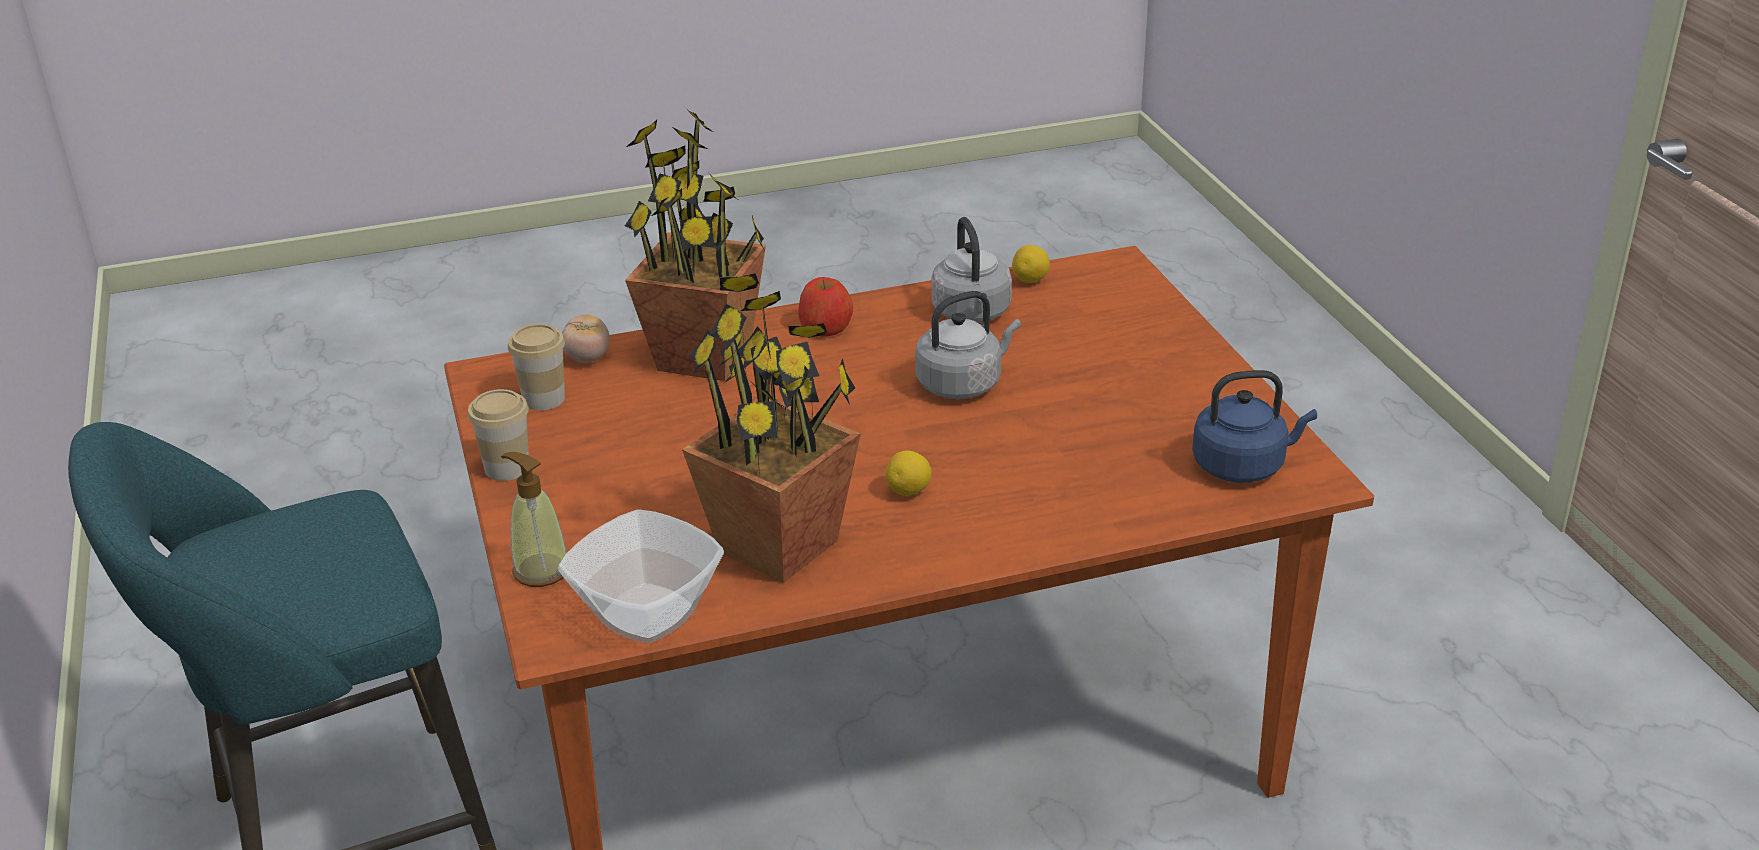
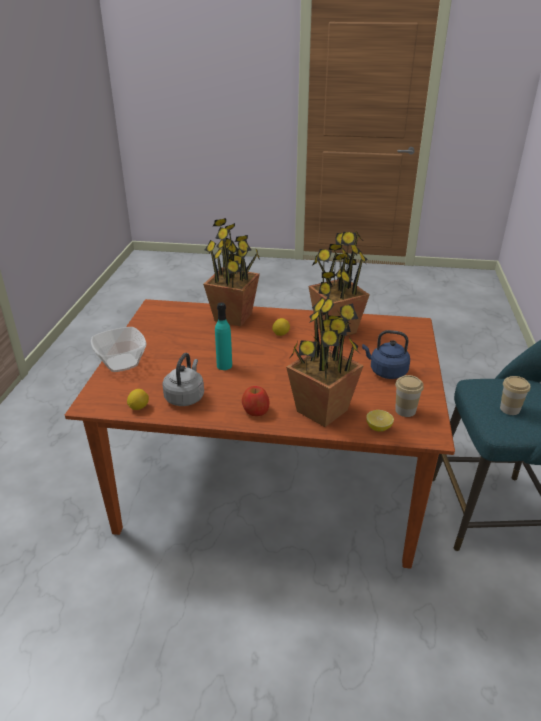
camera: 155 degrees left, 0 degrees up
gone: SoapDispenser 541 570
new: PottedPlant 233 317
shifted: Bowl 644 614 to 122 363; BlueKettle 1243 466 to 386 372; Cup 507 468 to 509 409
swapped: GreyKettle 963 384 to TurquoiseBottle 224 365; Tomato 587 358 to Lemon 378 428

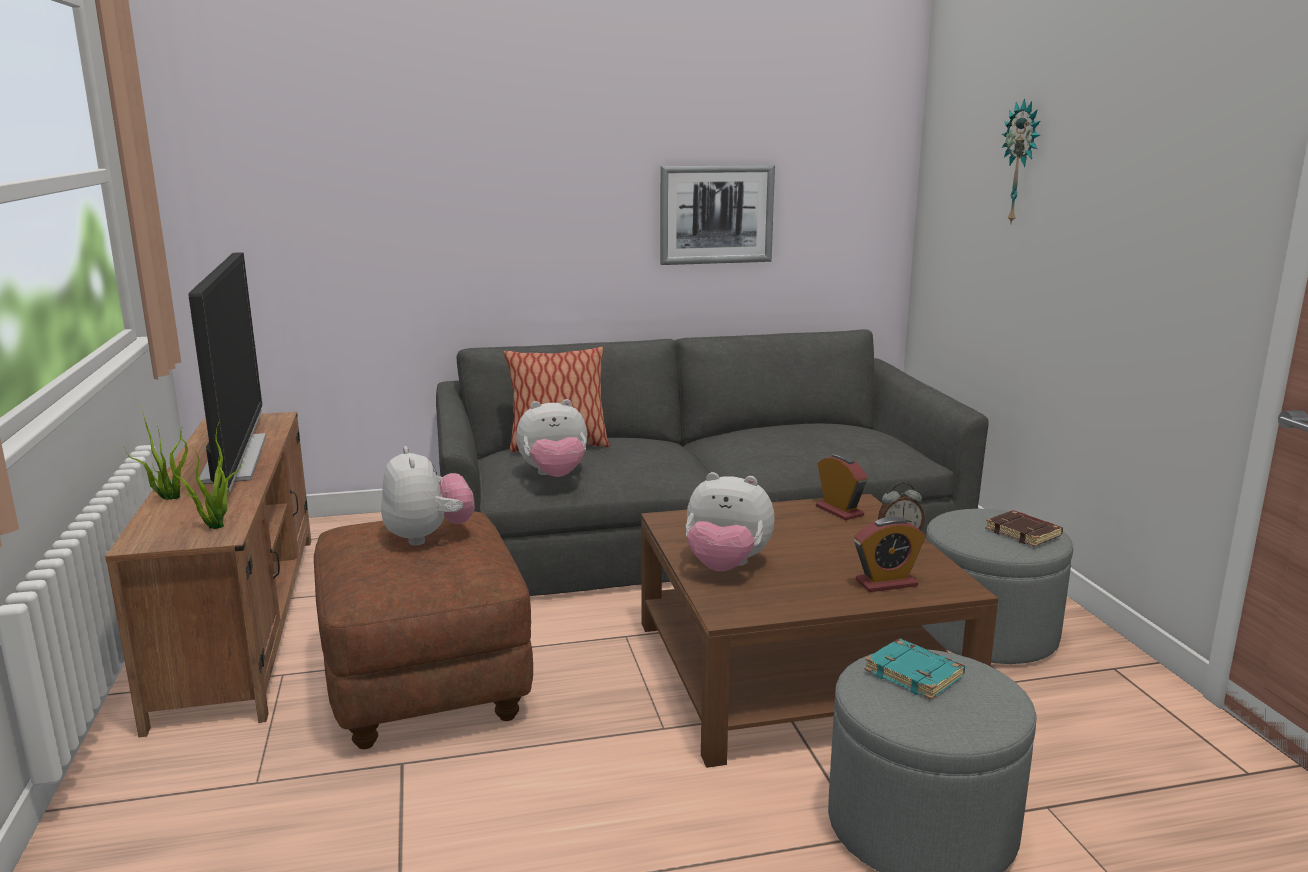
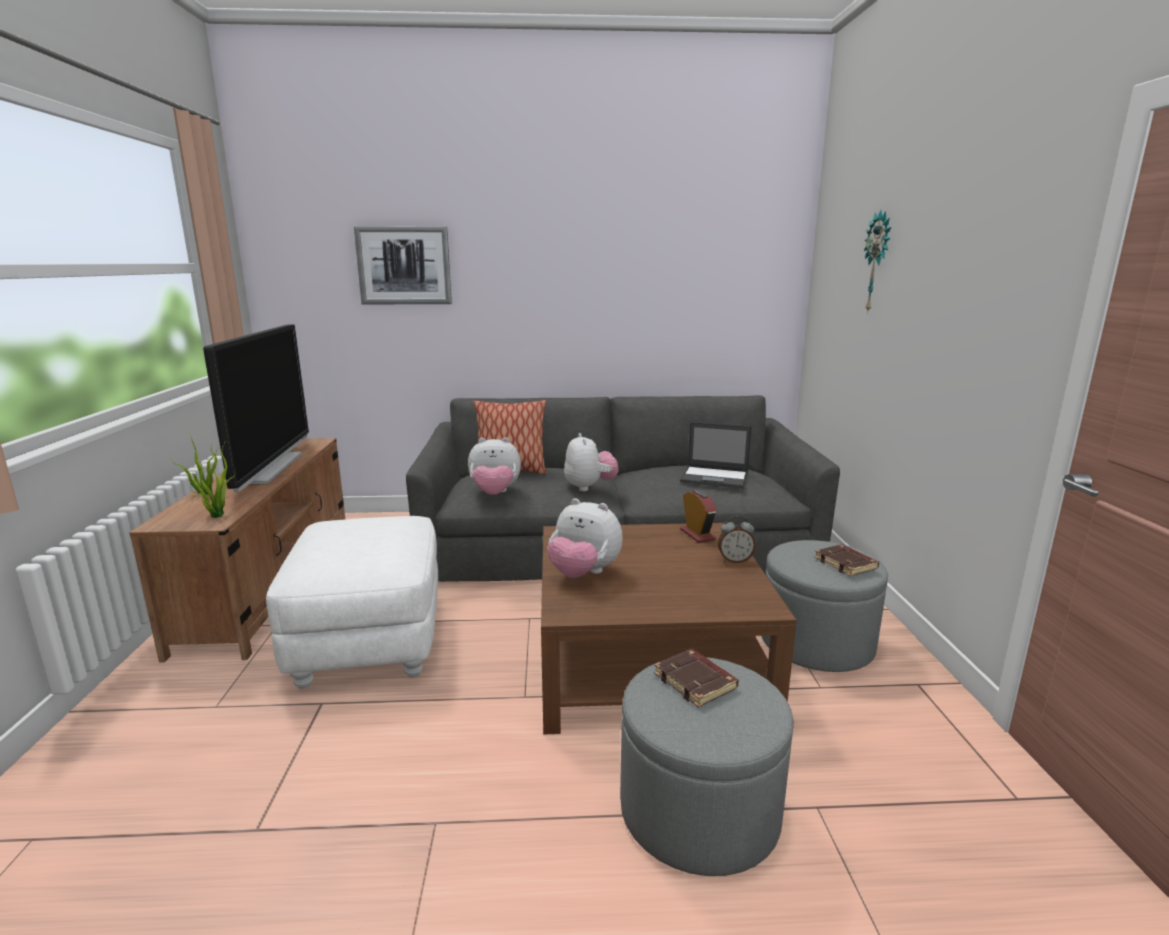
camera: 10 degrees right, 0 degrees up
gone: AlarmClock 886 583
new: Laptop 715 478
shifted: Picture 716 214 to 404 266; PlushToy 428 537 to 589 487
repainted: BrownOttoman 425 683 to WhiteOttoman 369 641; TurquoiseBook 915 674 to BrownBook 696 682

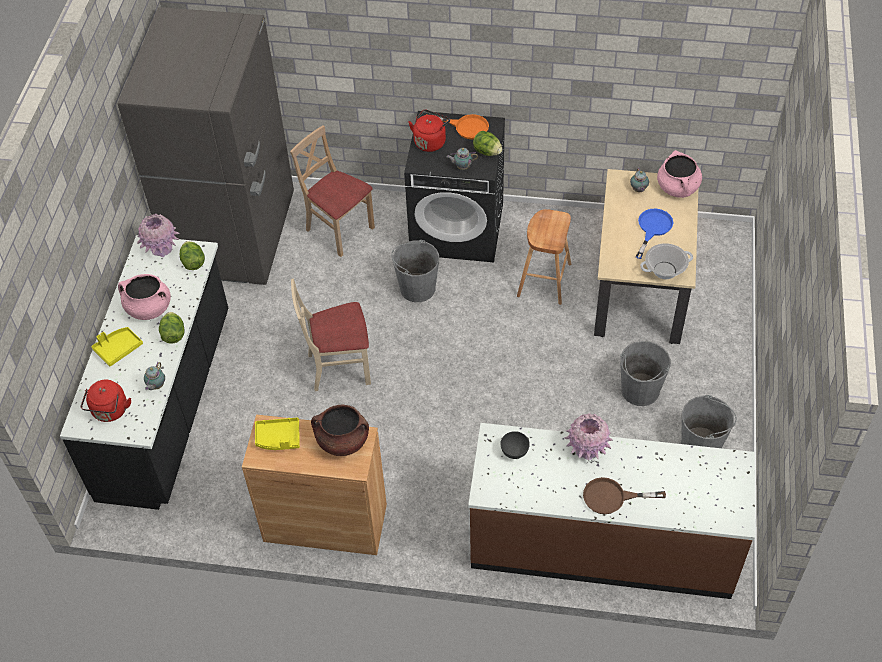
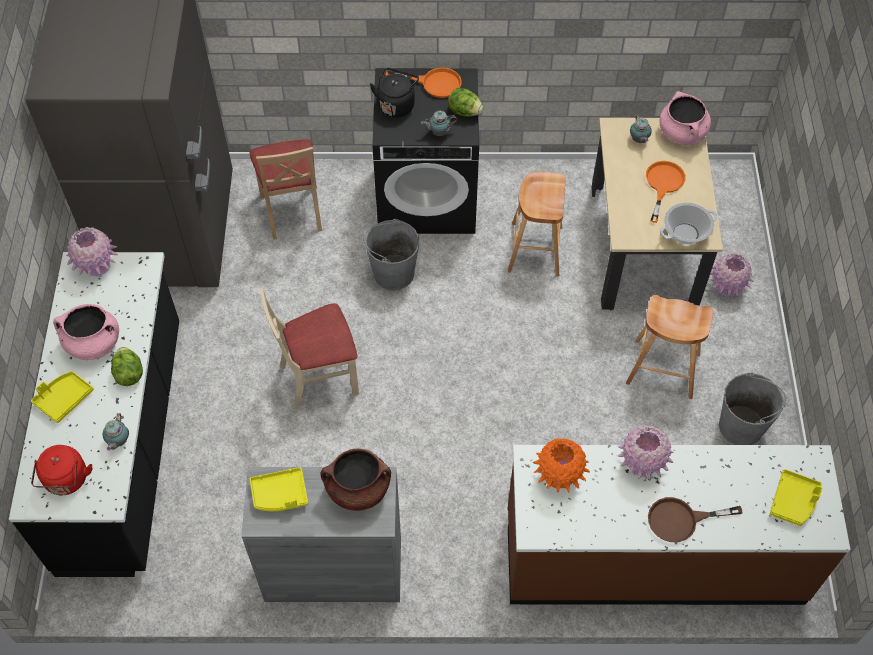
camera: 10 degrees left, 5 degrees up
gone: Lettuce 193 262
new: PinkVase 726 287; YellowTray 794 501
swapped: GreyBowl 514 452 to OrangeVase 559 476; GreyBucket 640 390 to BrownStool 663 369
repainted: BrownCabinet 325 523 to GreyCabinet 333 569; RedKettle 430 141 to BlackKettle 396 104; BlueFryingPan 652 228 to OrangeFryingPan 663 185
rotated: BeigeChair 339 230 = 292 211 135 degrees counterclockwise

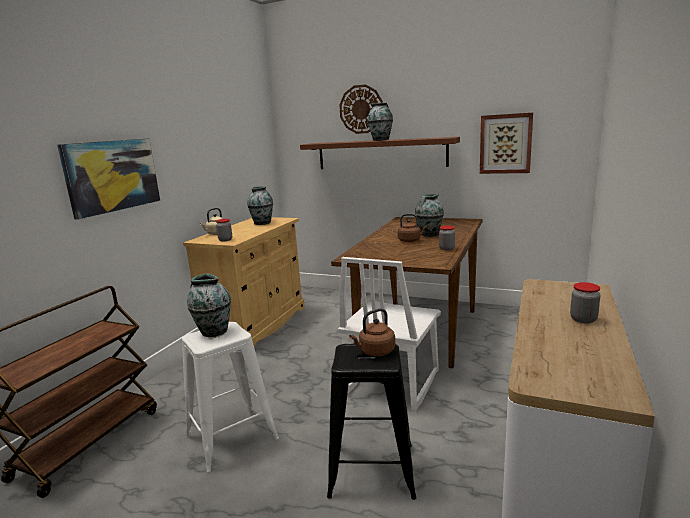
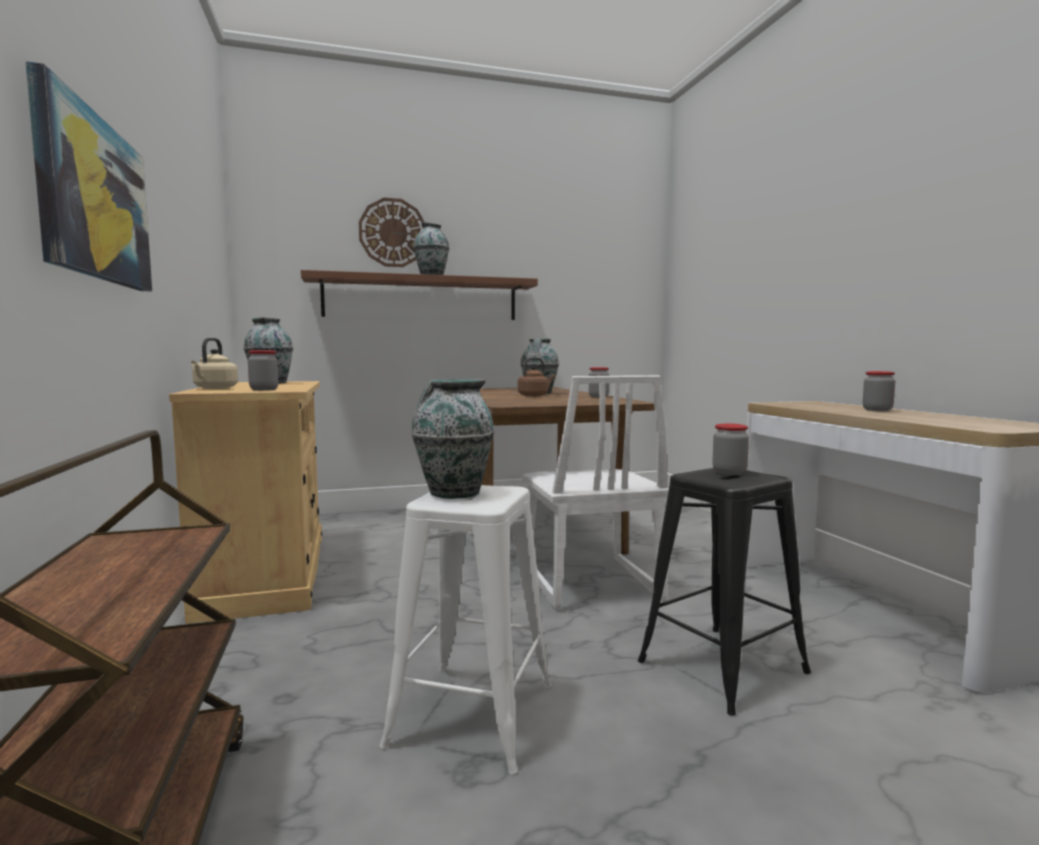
camera: 40 degrees left, 10 degrees down
gone: Picture 505 144
swapped: BrownKettle 375 352 to Jar 729 472

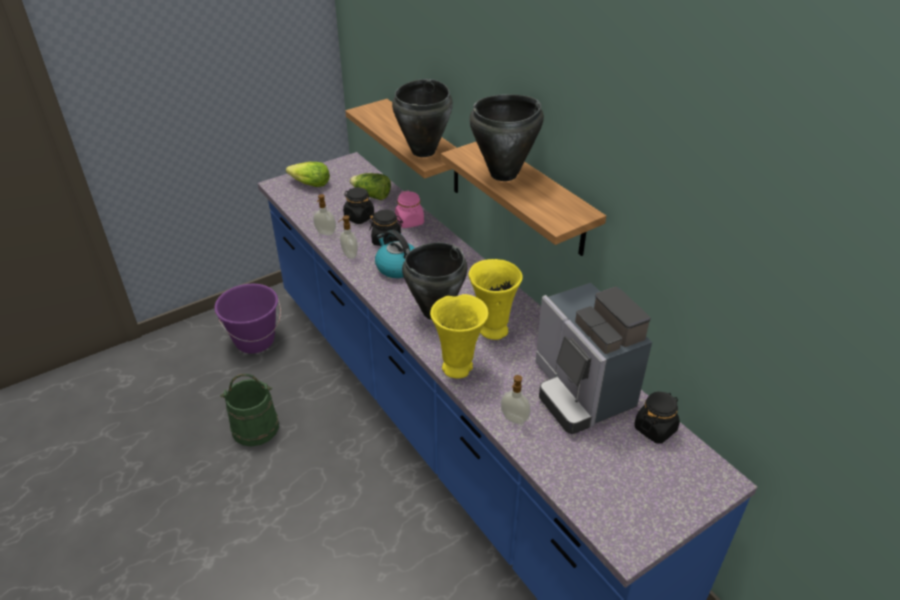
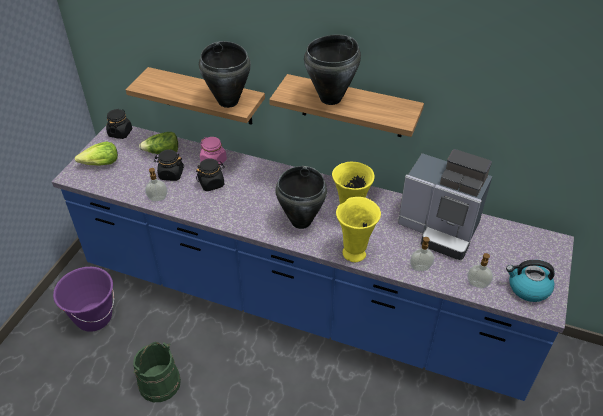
camera: 35 degrees left, 5 degrees up
shifted: BlackJar 655 429 to 120 133; SoapDispenser 349 255 to 477 285; Kettle 396 267 to 528 288

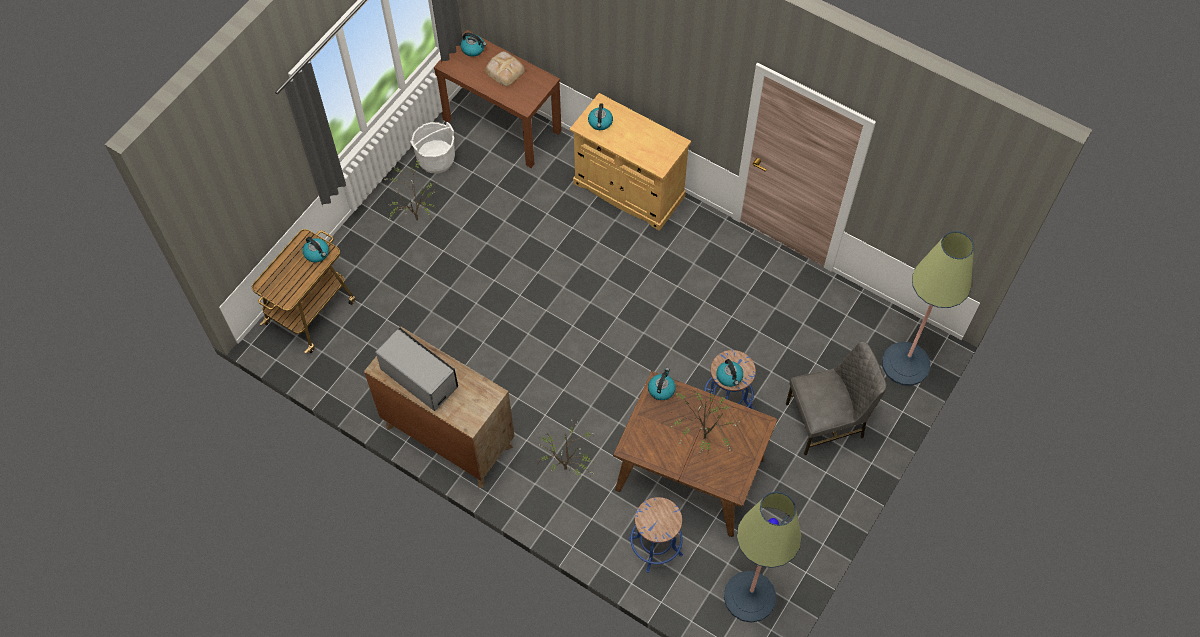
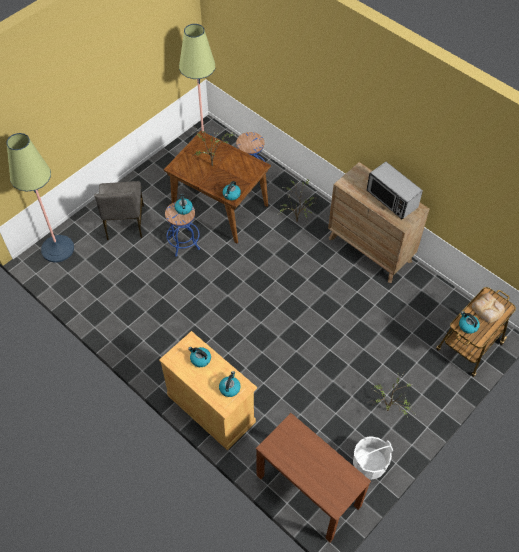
camera: 170 degrees left, 5 degrees down
shifted: Kettle 473 49 to 200 359; Bread 504 70 to 488 309
rotated: GreyChair 826 421 = 124 223 90 degrees counterclockwise

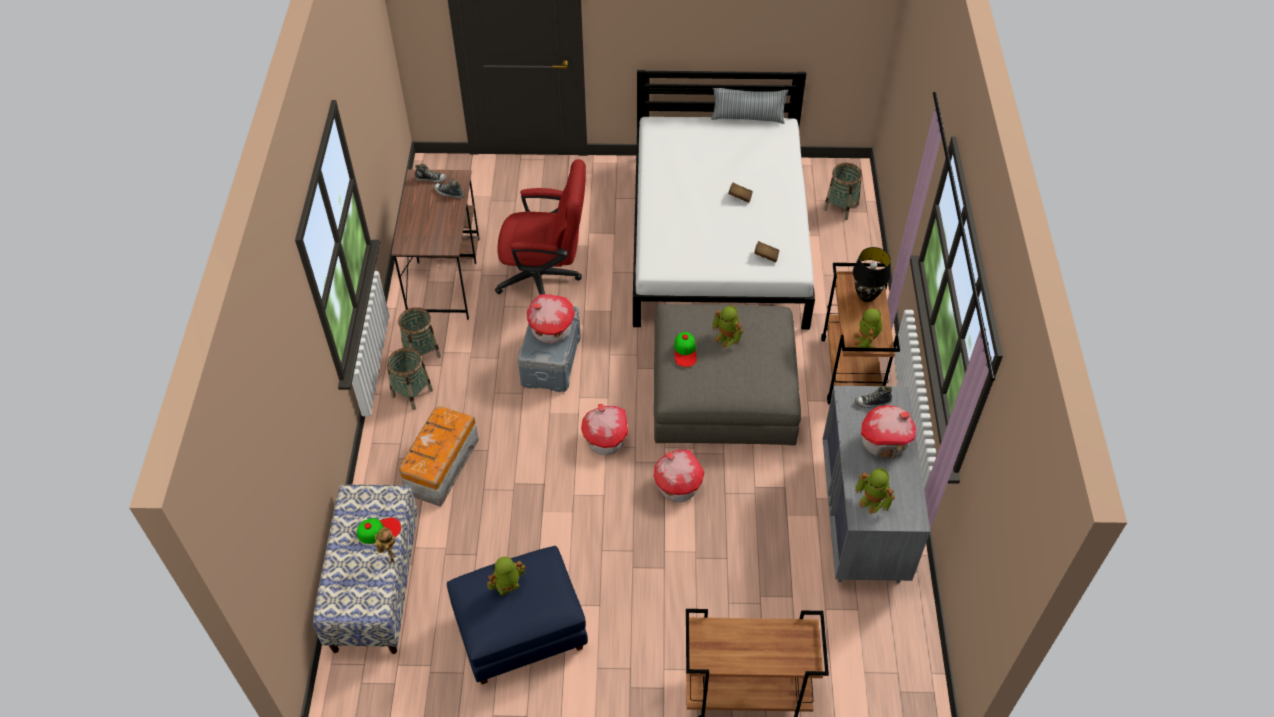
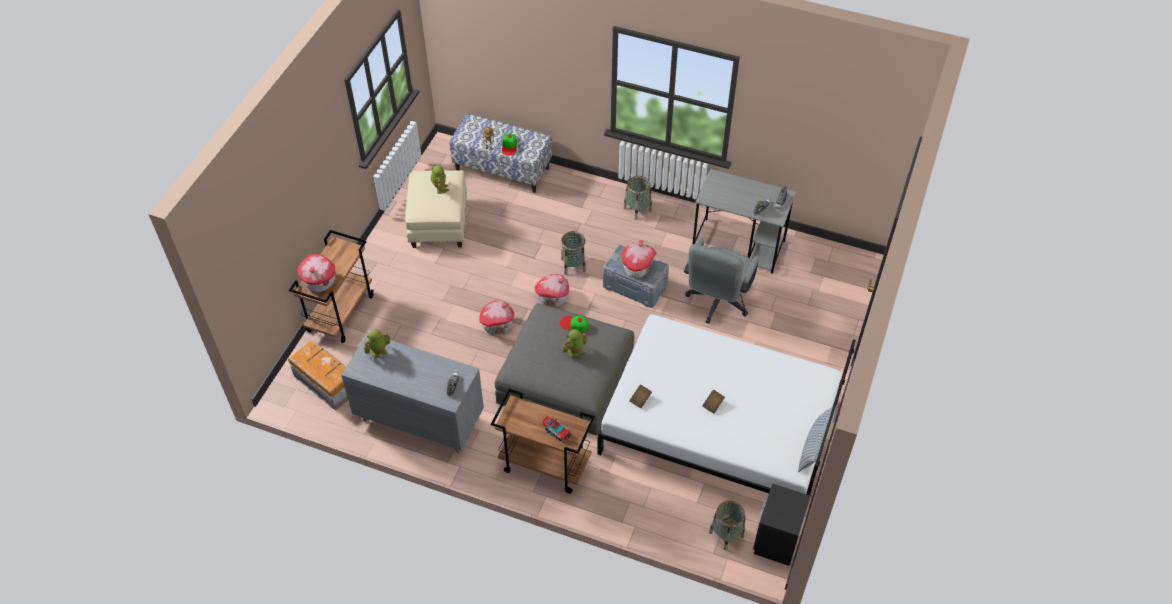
camera: 110 degrees right, 0 degrees up
gone: ToyRobot 866 341
new: BlackNightstand 777 540
shifted: StorageBox 440 467 to 325 383; ToyHouse 884 442 to 320 281; Basket 422 352 to 573 265
swapped: BlackTableLamp 866 296 to ToyTruck 556 431
repainted: BlueOttoman 520 633 to BeigeOttoman 438 223; RedOfficeChair 546 277 to GreyOfficeChair 716 303; BrownDesk 444 276 to GreyDesk 739 246

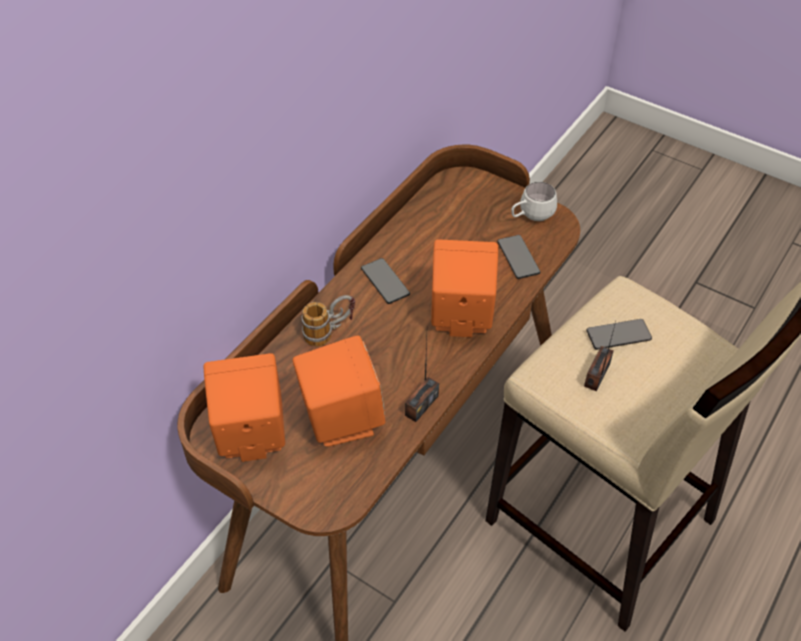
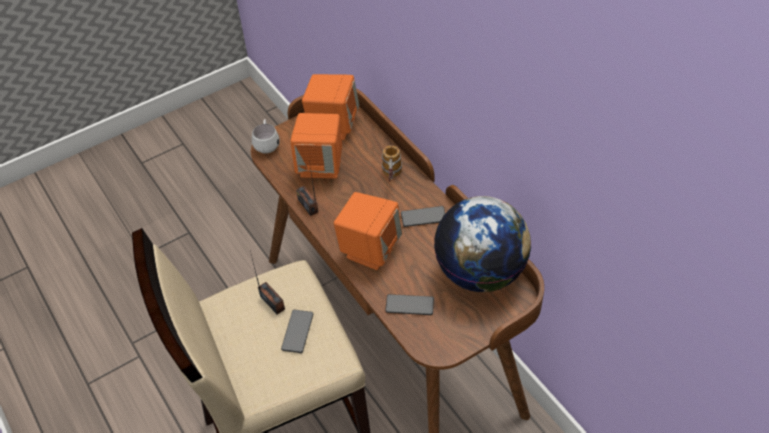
camera: 115 degrees right, 0 degrees up
new: Globe 480 272
shifted: WhiteMug 531 216 to 267 144

